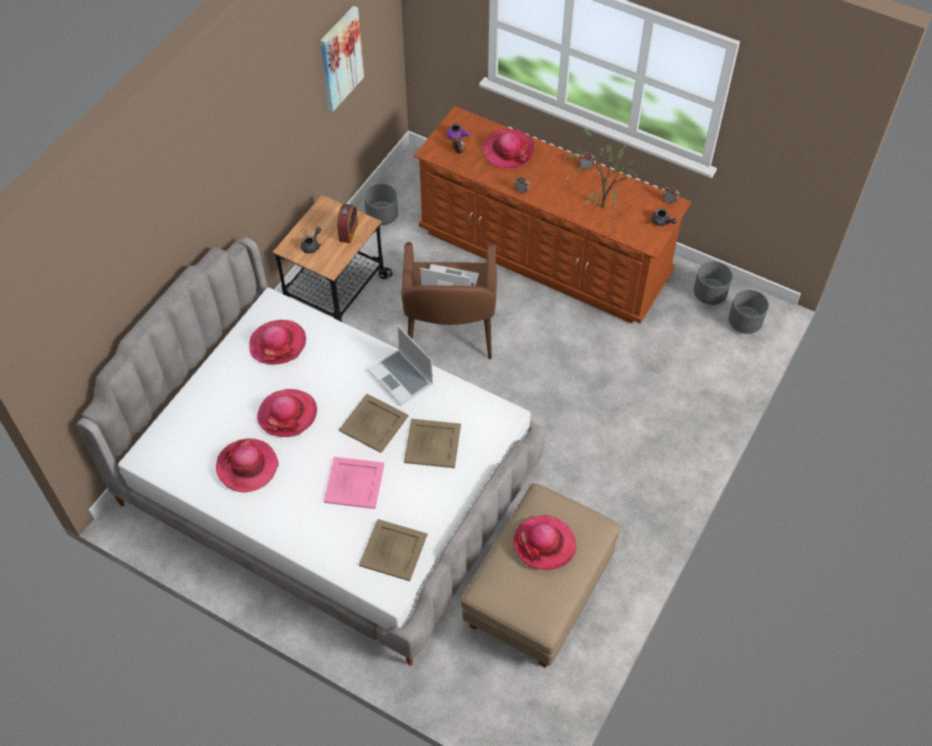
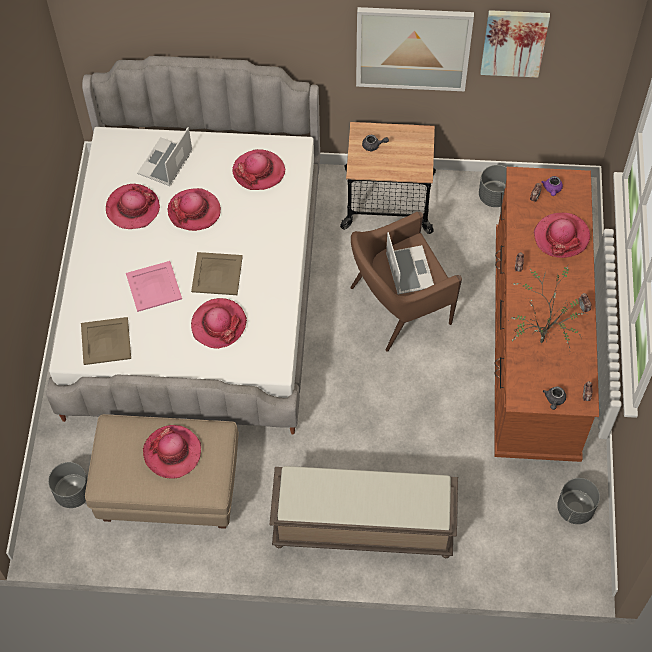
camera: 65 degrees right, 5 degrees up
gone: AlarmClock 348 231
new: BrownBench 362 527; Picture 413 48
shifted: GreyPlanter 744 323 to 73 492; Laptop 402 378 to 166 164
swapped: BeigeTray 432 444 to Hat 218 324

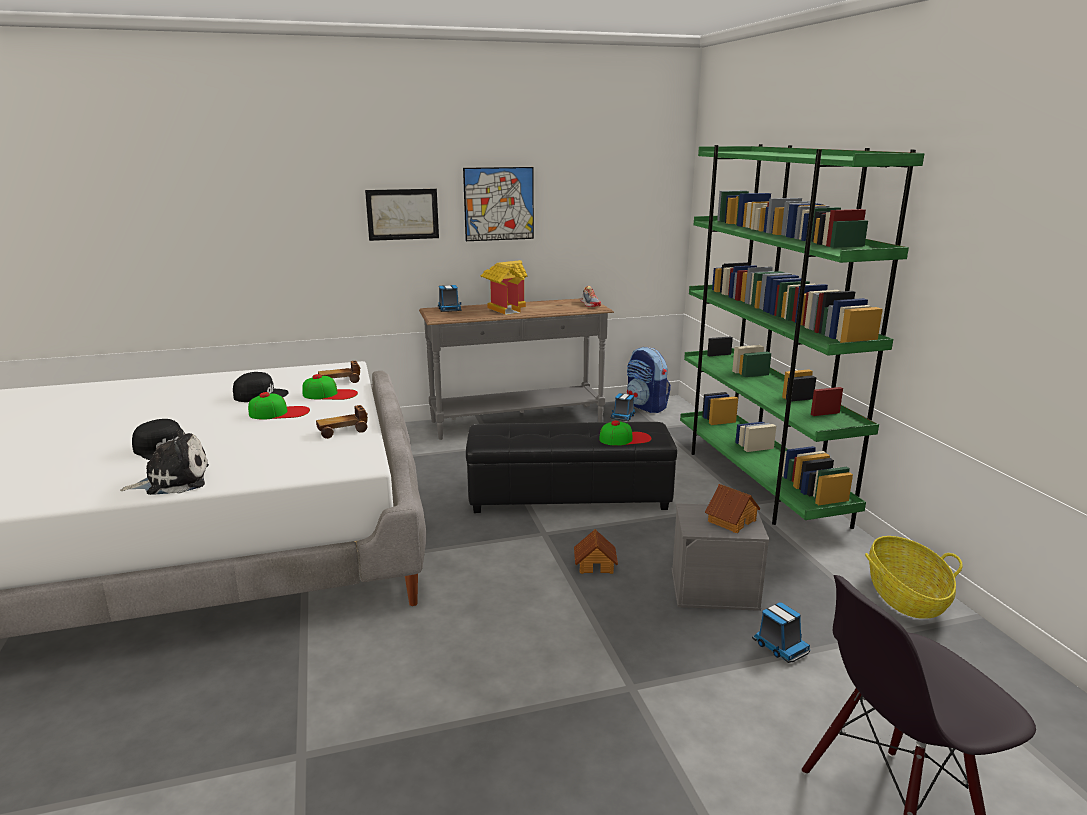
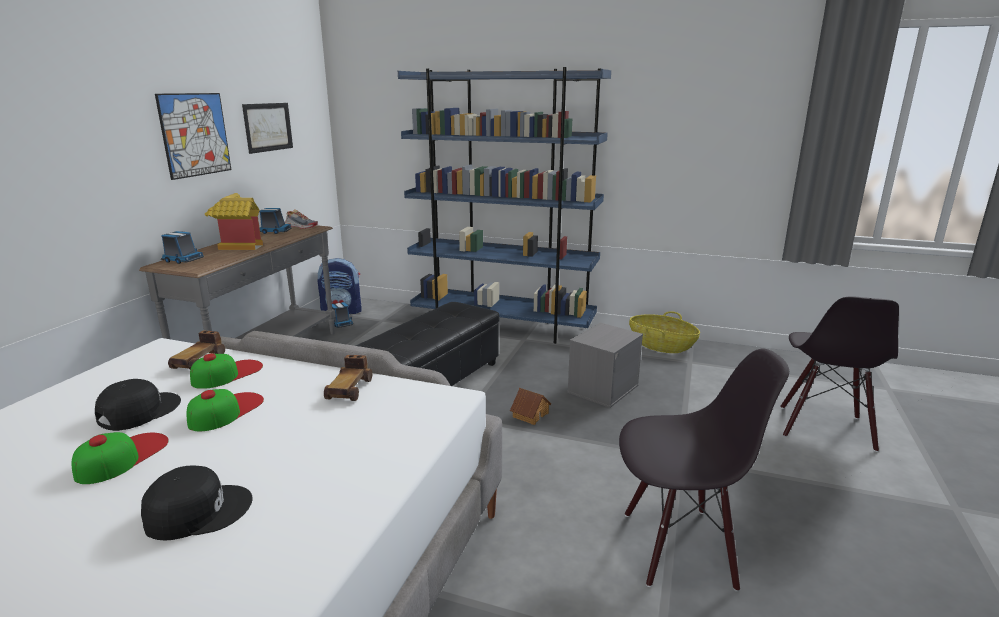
camera: 55 degrees left, 0 degrees up
gone: PlushToy 173 481; ToyHouse 731 520
new: BlackChair 678 547
shifted: Cap 625 438 to 122 457; Picture 402 214 to 268 127; ToyTruck 779 646 to 274 231
repainted: GreenBookcase 758 482 to BlueBookcase 503 326

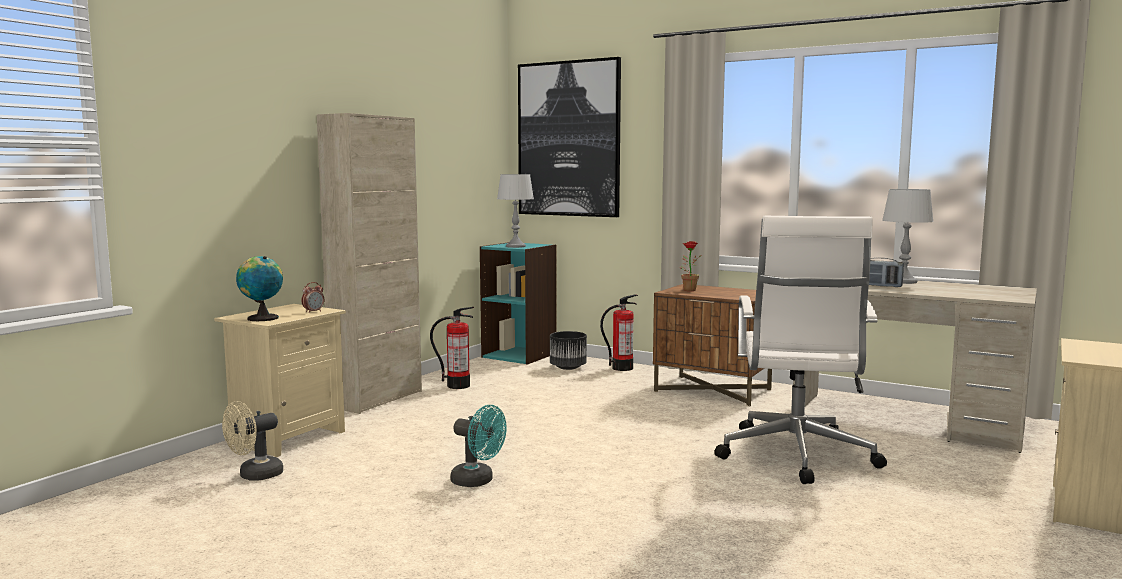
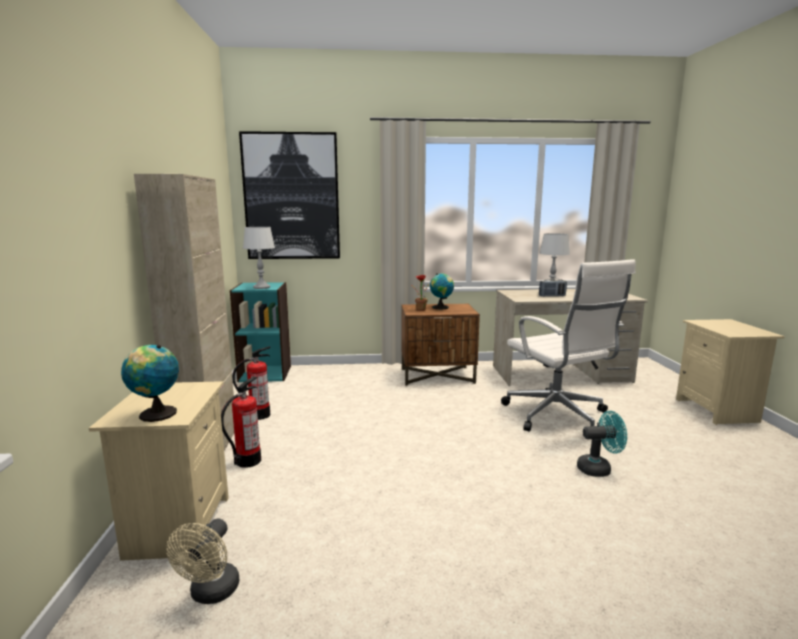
camera: 35 degrees left, 5 degrees up
gone: AlarmClock 313 312; BlackPlanter 567 367
new: Globe 441 307
shifted: FireExtinguisher 622 368 to 248 461; TurquoiseFan 478 481 to 598 468

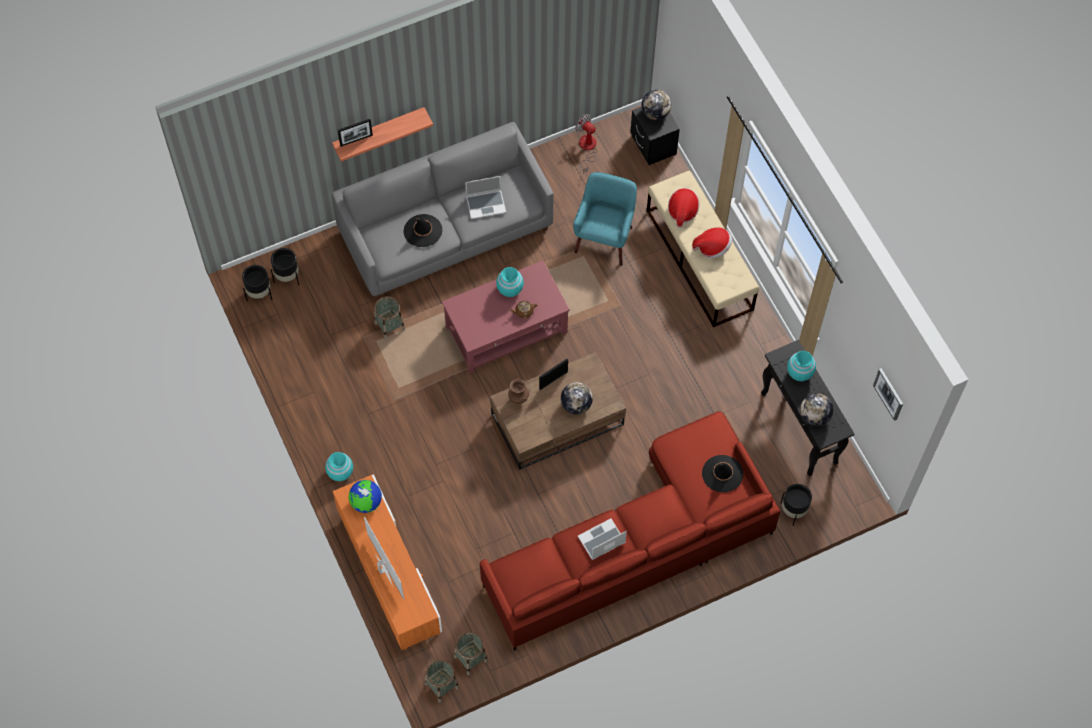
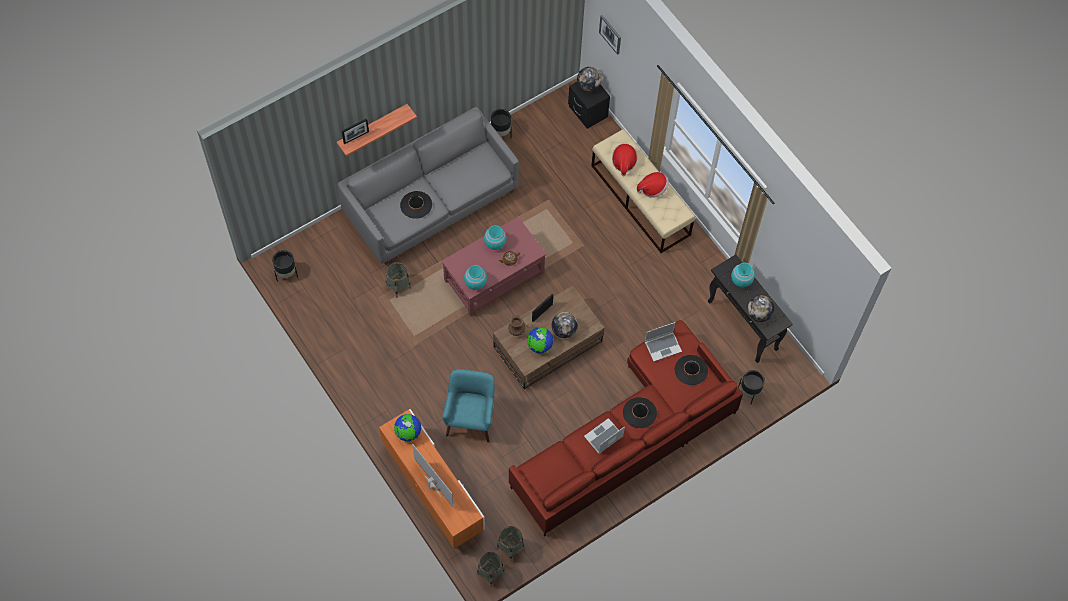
camera: 10 degrees left, 0 degrees up
gone: Fan 587 148
new: Globe 539 346; BlackHat 639 412
shifted: TurquoiseArmchair 604 239 to 470 419; TurquoiseVase 340 472 to 475 283; BlackPlanter 287 277 to 501 133; Picture 889 394 to 610 34; Laptop 486 204 to 663 346

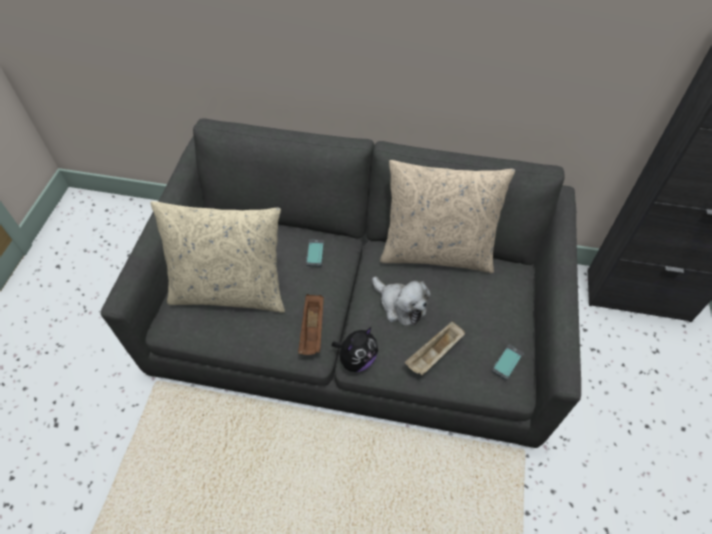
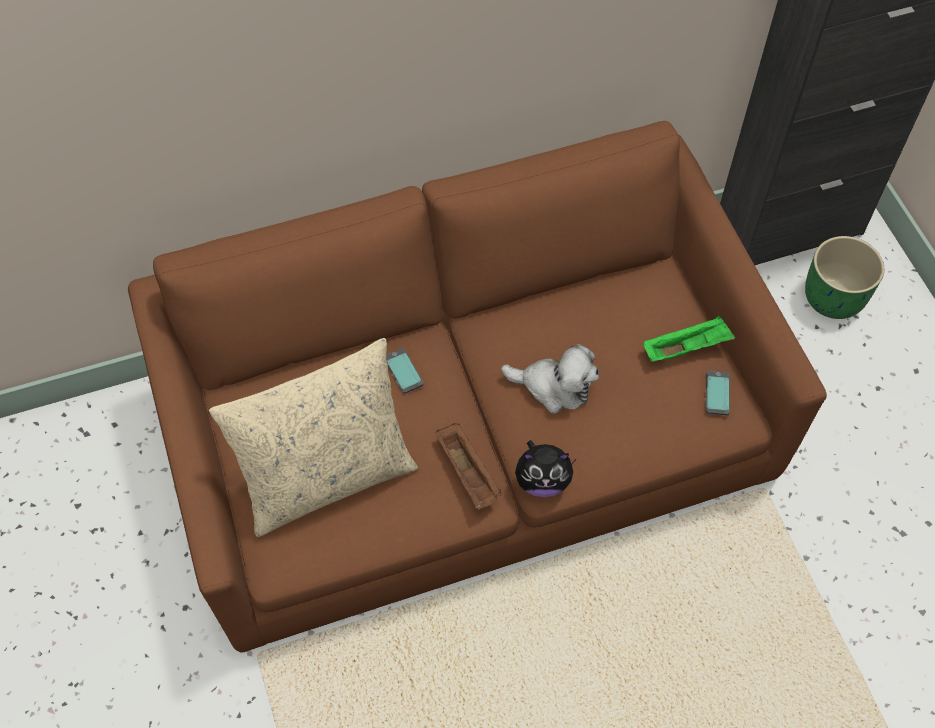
camera: 30 degrees left, 5 degrees up
gone: BeigePillow 437 252; BeigeTray 434 354
new: GreenTray 686 347; GreenPlanter 834 297
repainted: GreySofa 357 317 to BrownSofa 468 429
rotated: PlushToy 356 359 = 542 480 75 degrees clockwise

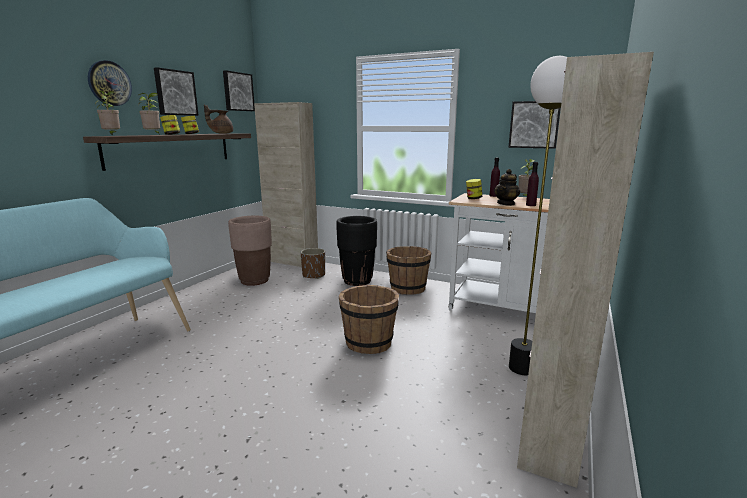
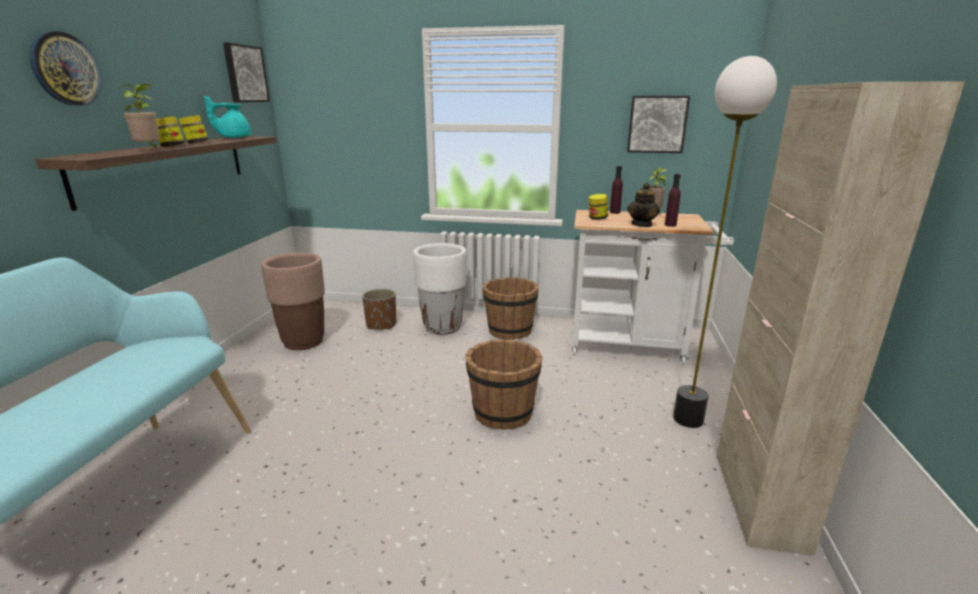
camera: 15 degrees left, 5 degrees up
gone: PottedPlant 112 135; Picture 175 93; BeigeCabinet 292 262
repainted: BrownTeapot 221 133 to TurquoiseTeapot 234 138; BlackPlanter 357 281 to WhitePlanter 442 327

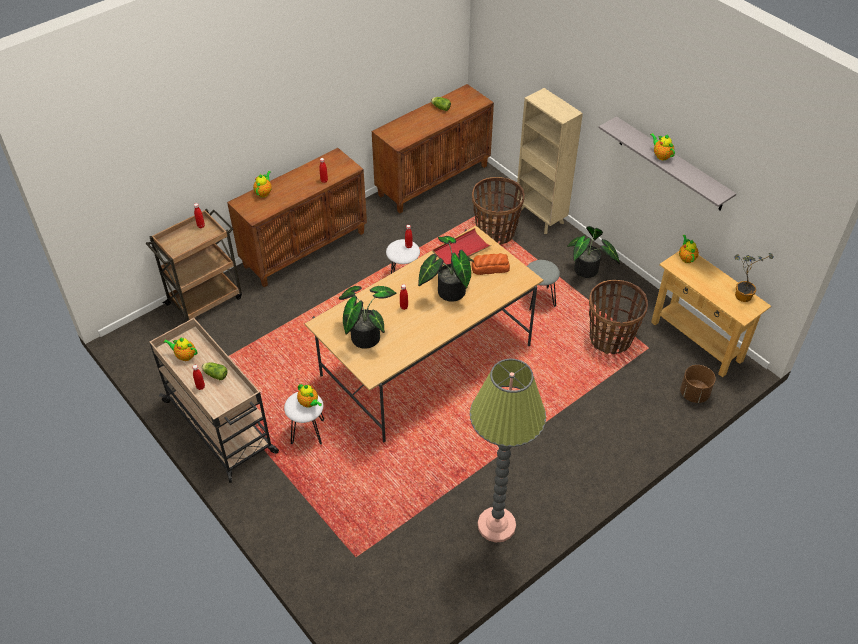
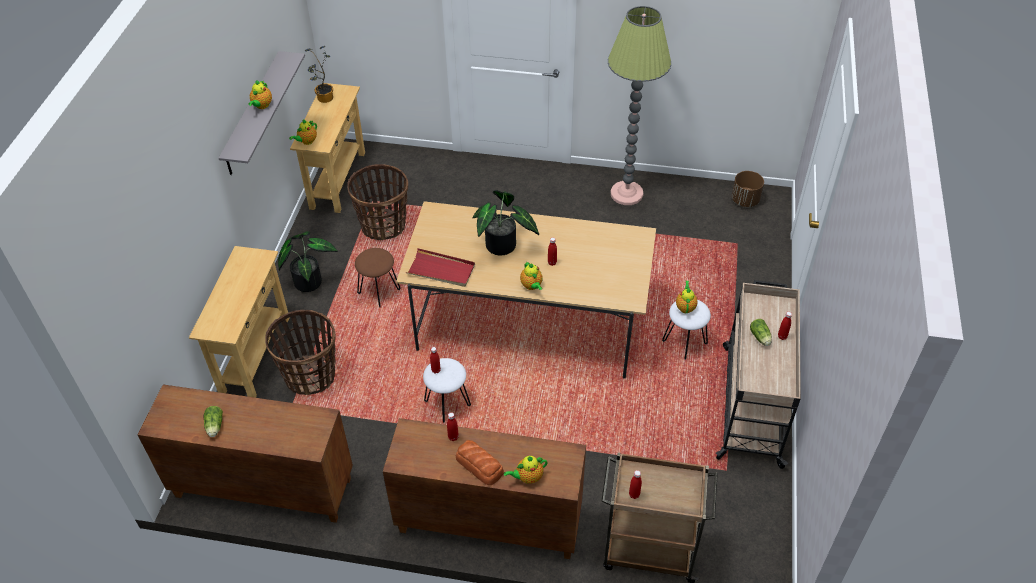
camera: 130 degrees left, 0 degrees up
gone: PottedPlant 365 335
shifted: Bread 490 267 to 480 466; Teapot 184 356 to 532 286; BrownPlanter 694 393 to 745 200
swapped: BeigeBookcase 540 218 to BeigeConsoleTable 255 355
repainted: GreyStool 539 299 to BrownStool 379 291

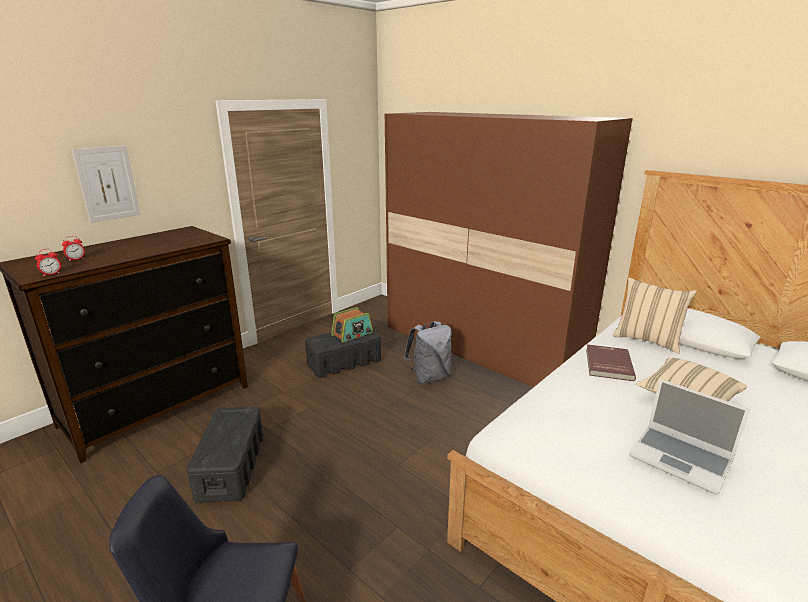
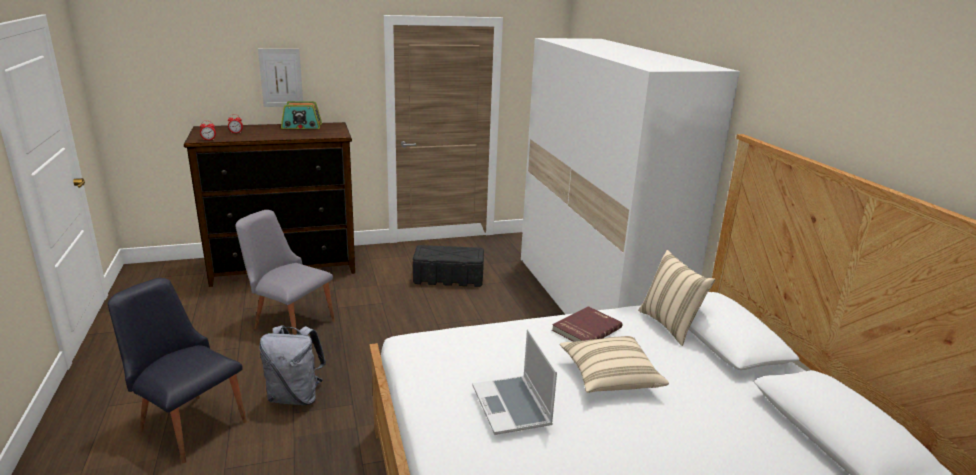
camera: 30 degrees right, 0 degrees up
shifted: GreyBackpack 429 377 to 295 397; Radio 352 334 to 302 126
swapped: BlackStorageBox 231 466 to GreyChair 289 322
repainted: BrownWardrobe 481 348 to WhiteWardrobe 591 305

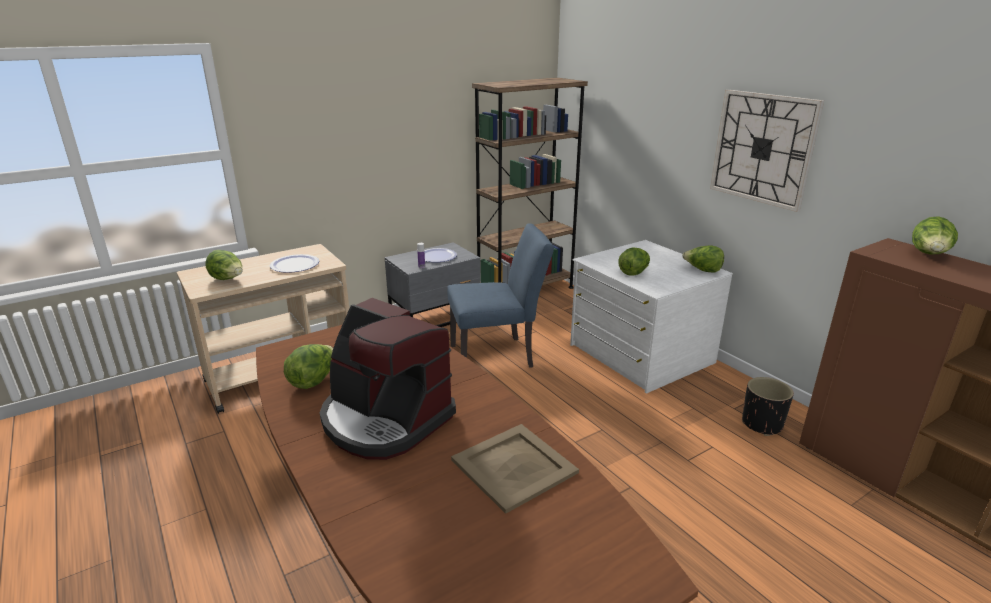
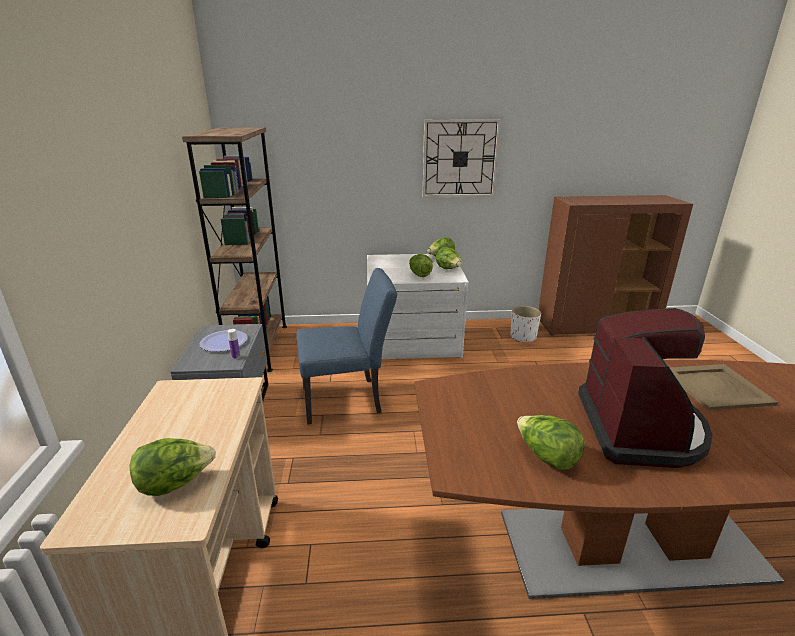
camera: 60 degrees left, 0 degrees up
gone: Plate 295 265
shifted: Lettuce 929 255 to 448 269
repainted: BlackPlanter 762 424 to WhitePlanter 523 337
rotated: BlueChair 498 355 = 348 399 60 degrees clockwise; CoffeeMachine 385 419 = 640 428 60 degrees counterclockwise

